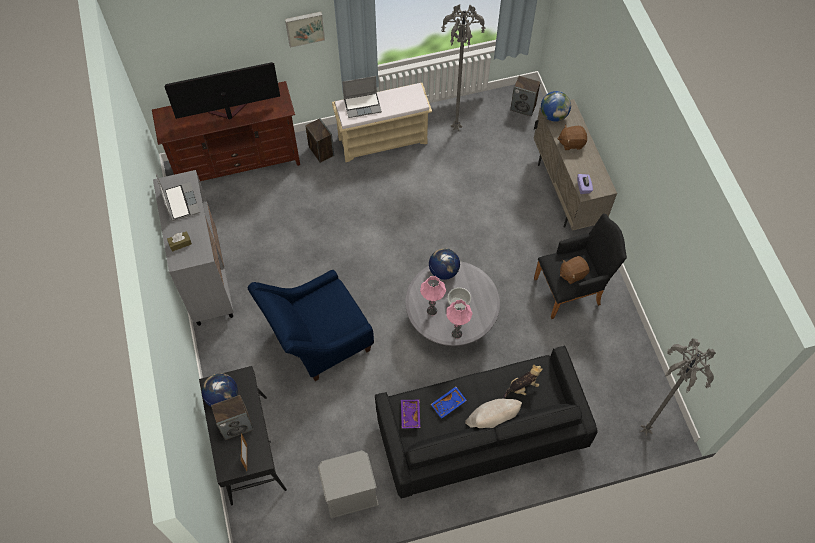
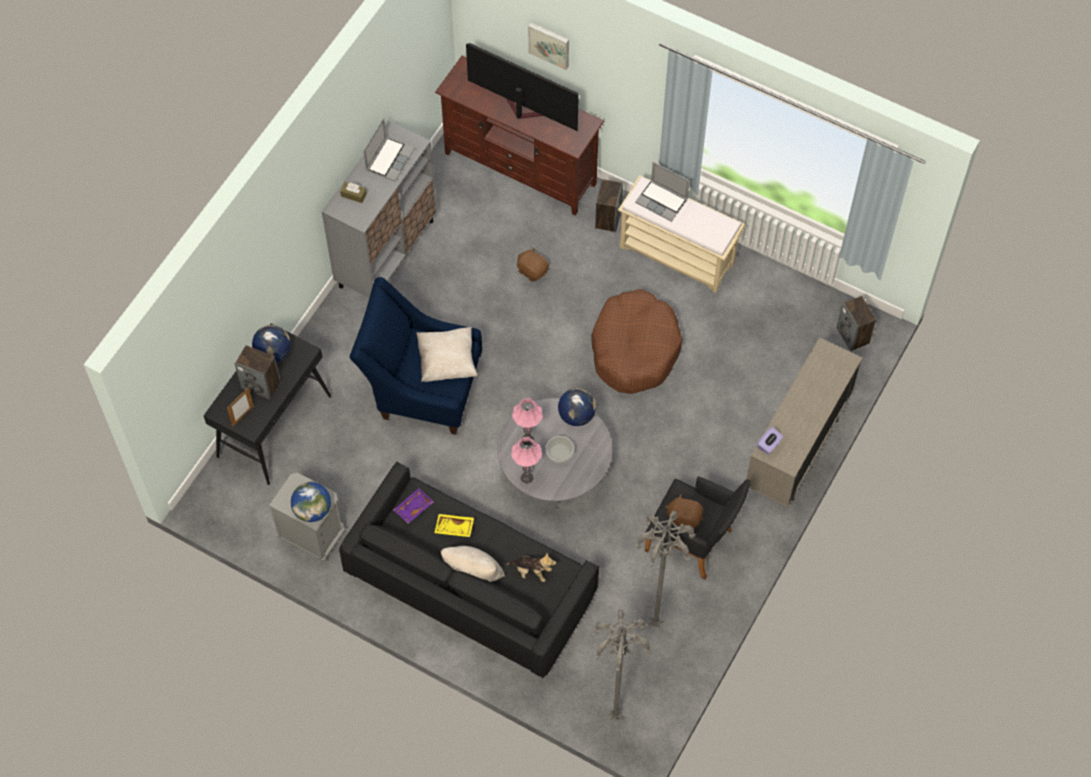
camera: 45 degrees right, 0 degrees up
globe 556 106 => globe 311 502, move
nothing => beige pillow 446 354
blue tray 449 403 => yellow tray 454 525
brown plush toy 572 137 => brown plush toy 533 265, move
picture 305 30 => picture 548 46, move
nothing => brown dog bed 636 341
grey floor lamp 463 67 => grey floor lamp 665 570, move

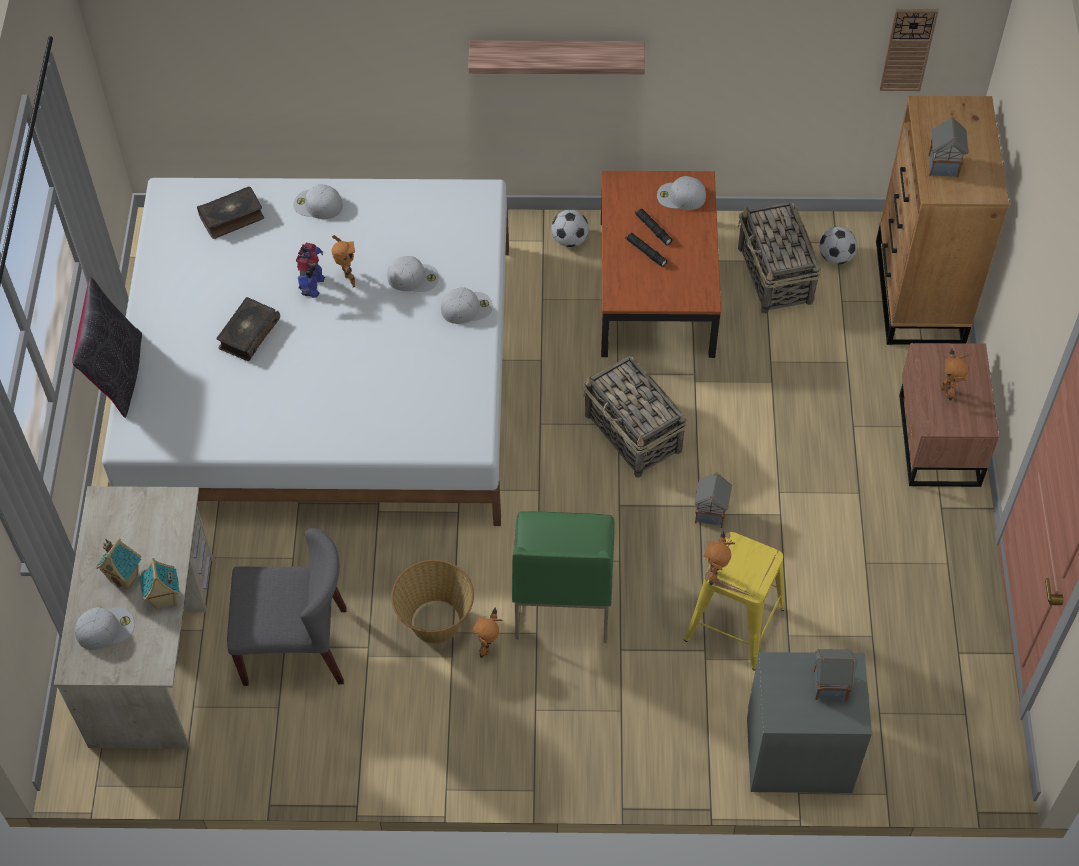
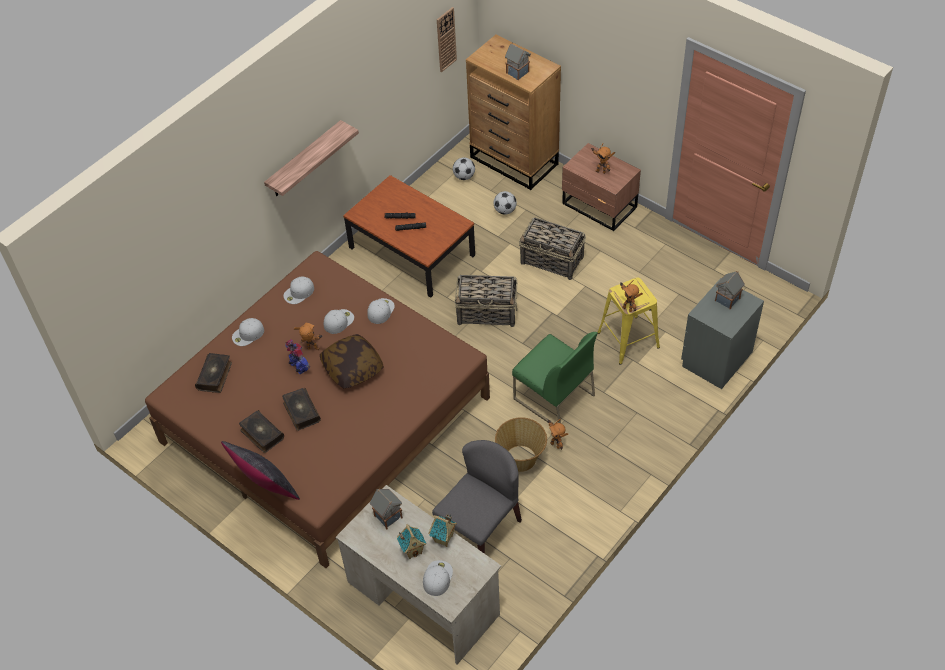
camera: 50 degrees left, 5 degrees down
white bed 305 352 => brown bed 317 409
nothing => book 261 431
white cap 681 193 => white cap 298 290, move
nothing => pillow 352 361
toy house 713 500 => toy house 386 509, move
football 570 228 => football 505 203, move
basket 779 258 => basket 552 249, move

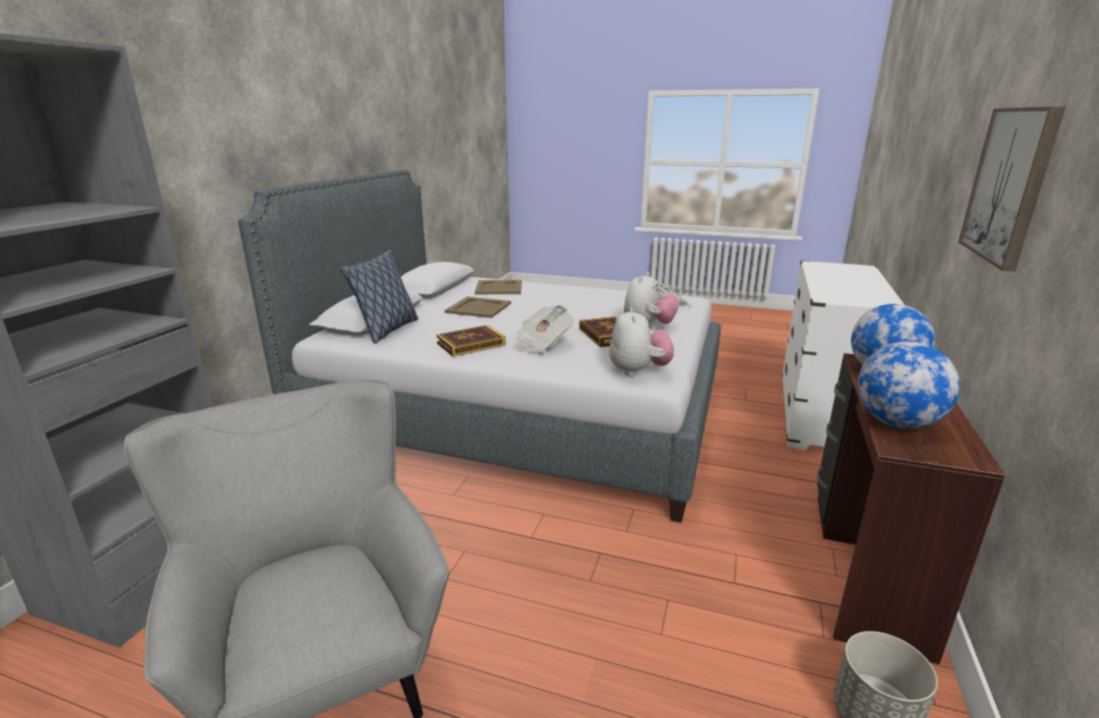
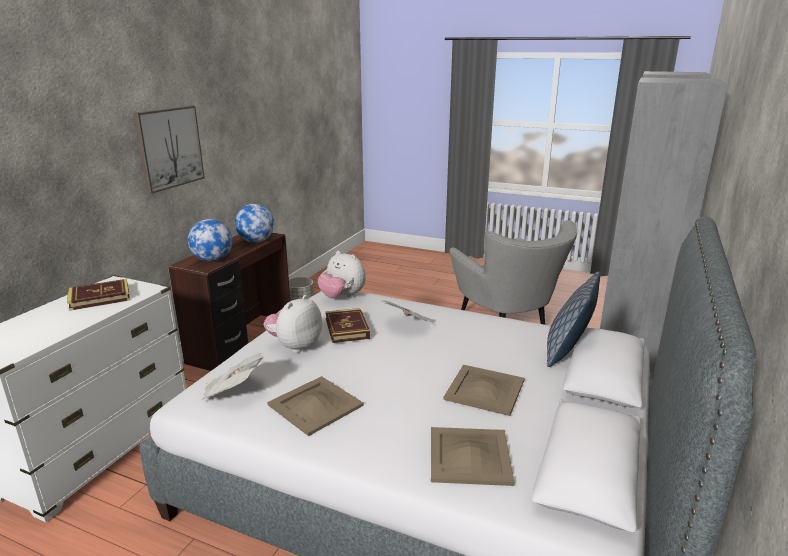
camera: 175 degrees left, 0 degrees up
book 471 340 => book 98 295, move
nothing => beige tray 315 406
plush toy 641 341 => plush toy 342 274, 60 degrees counterclockwise

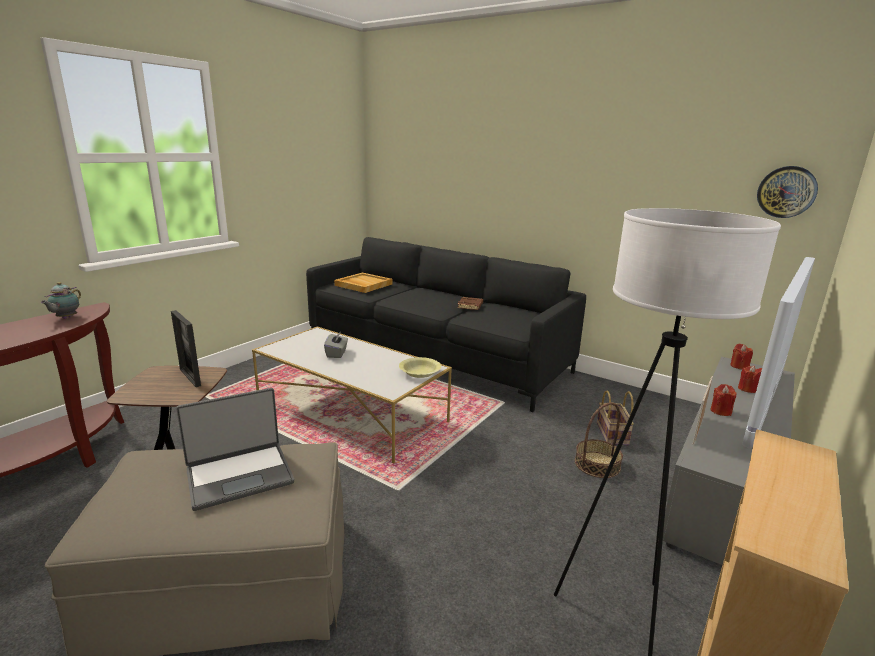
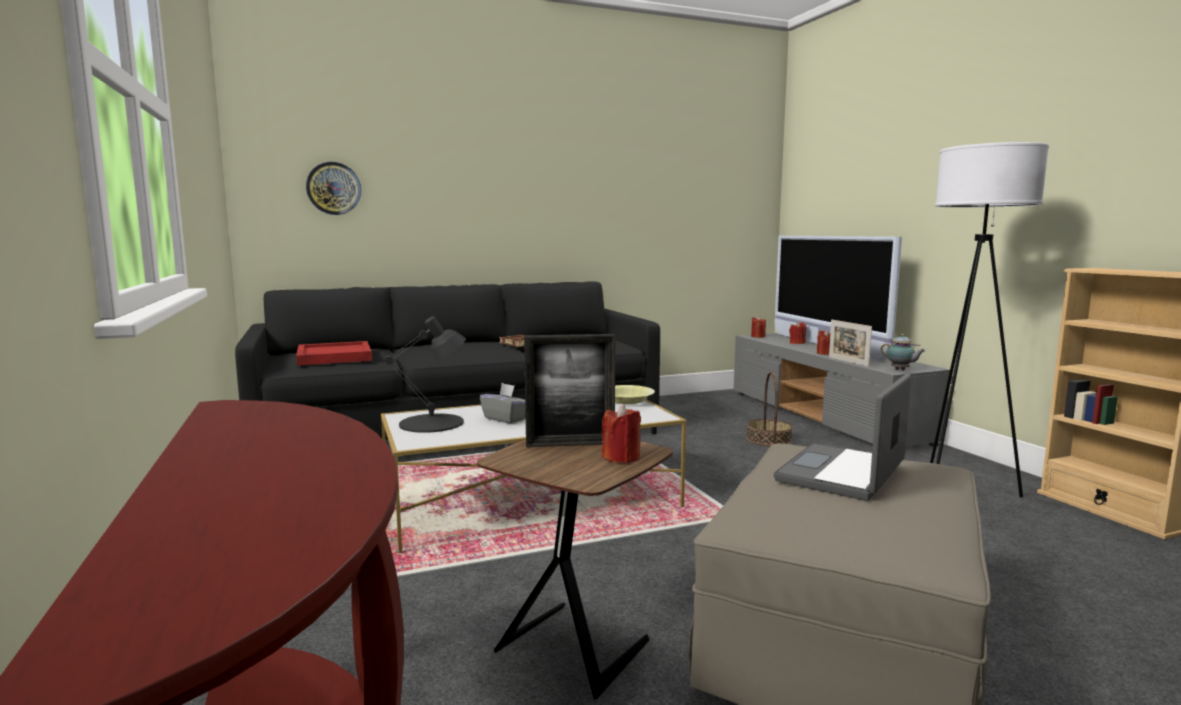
camera: 55 degrees left, 10 degrees down
beige tray 363 283 => red tray 334 353
wall clock 787 192 => wall clock 333 188, move
nothing => black table lamp 425 374
nothing => red candle 621 433
laptop 235 449 => laptop 842 437, 150 degrees counterclockwise
teapot 61 300 => teapot 903 352, move
basket 615 418 => nothing

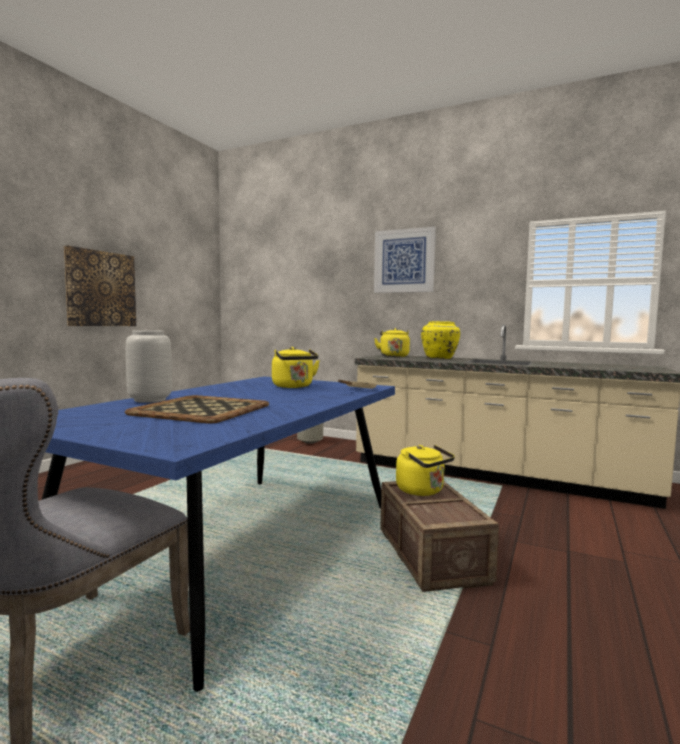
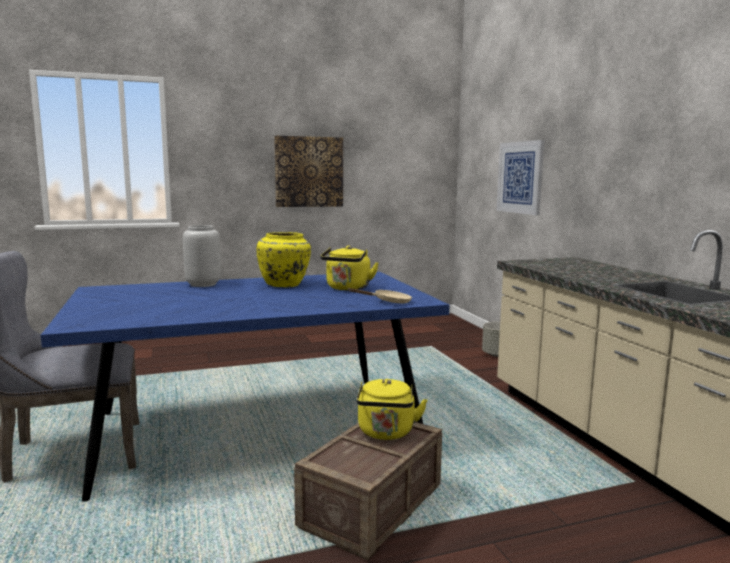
camera: 45 degrees right, 5 degrees up
yellow vase 440 340 => yellow vase 283 259, move
picture 405 260 => picture 520 177, move
tray 197 409 => nothing
yellow kettle 392 342 => nothing

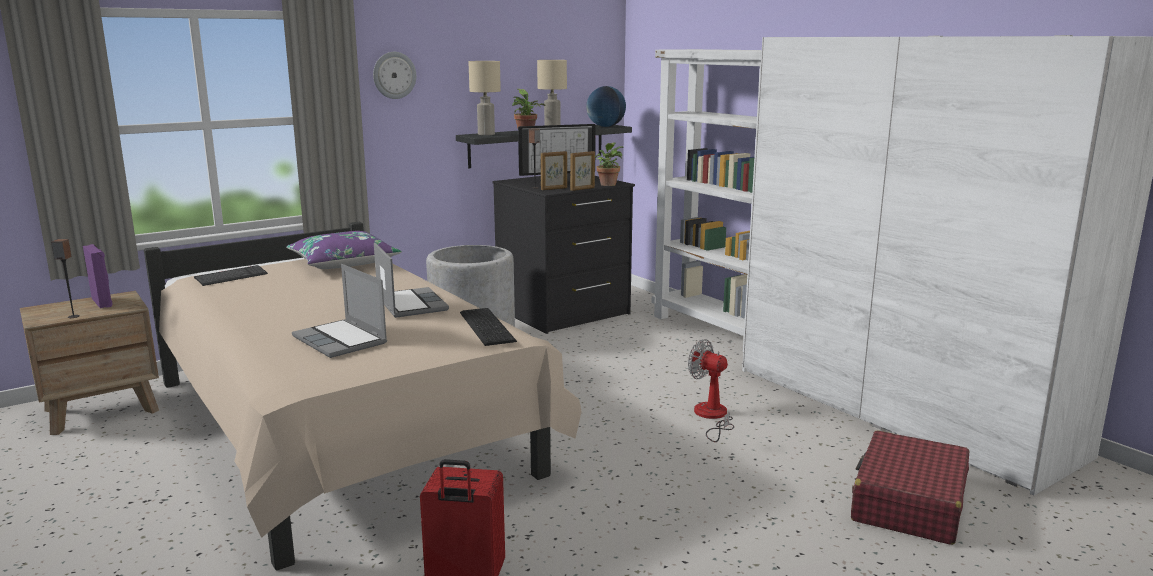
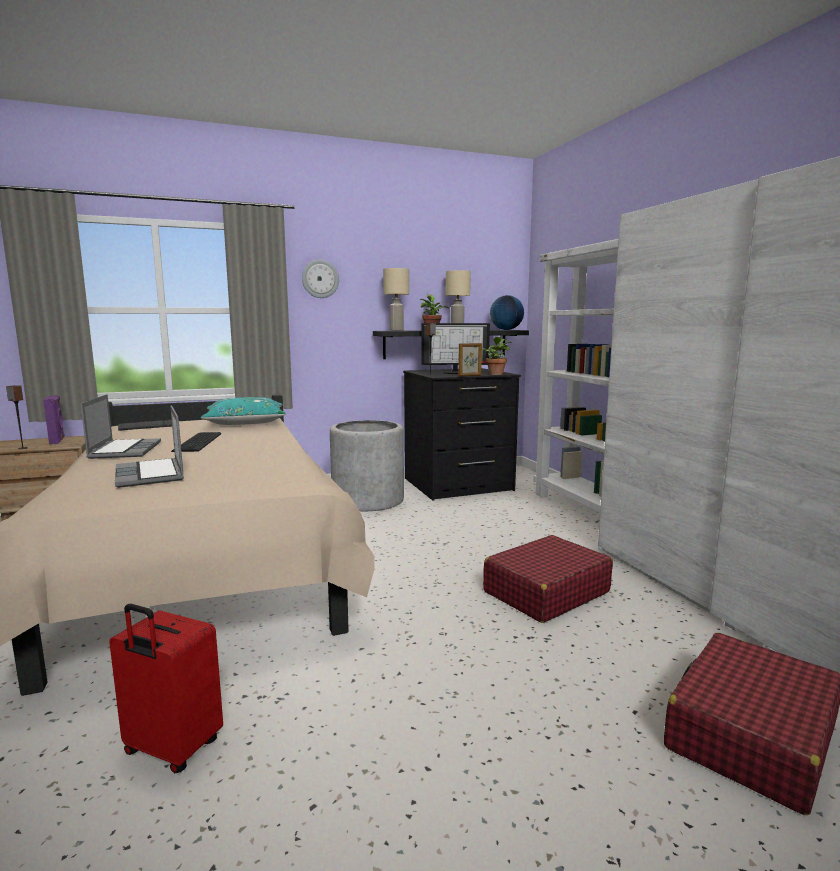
camera: 15 degrees right, 5 degrees down
laptop 411 280 => laptop 120 426, move
keyboard 488 327 => keyboard 196 442, move
purple pillow 344 250 => turquoise pillow 243 411
fan 711 390 => red suitcase 548 579
picture frame 554 170 => nothing

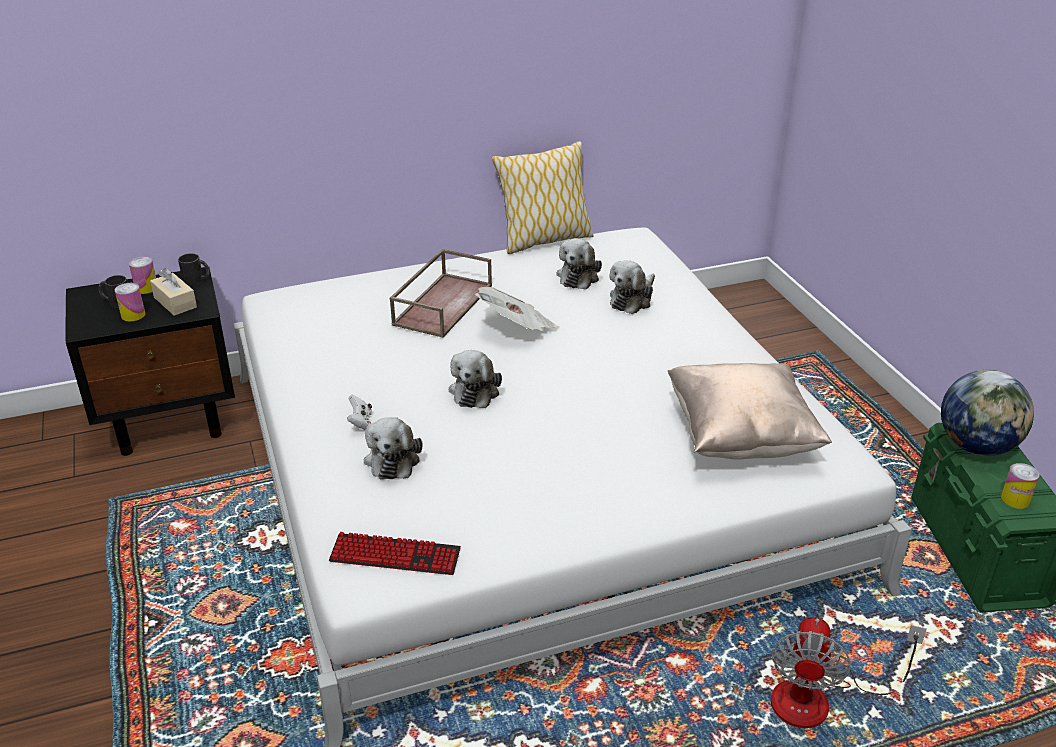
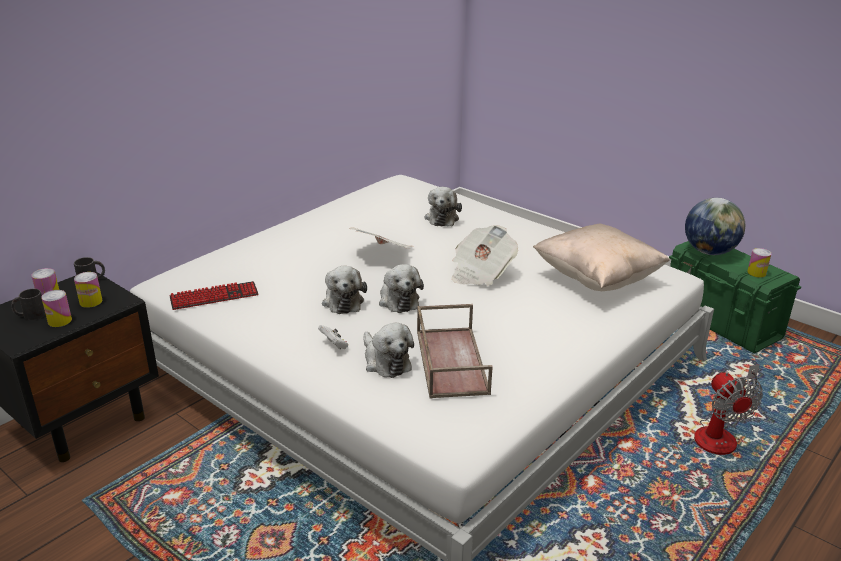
camera: 30 degrees left, 5 degrees down
beige tissue box 173 292 => can 88 290
keyboard 395 553 => keyboard 214 295, move
plush toy 579 264 => plush toy 344 290, move
brown tray 441 293 => brown tray 455 351, move
nothing => newspaper 484 255
pillow 543 197 => nothing

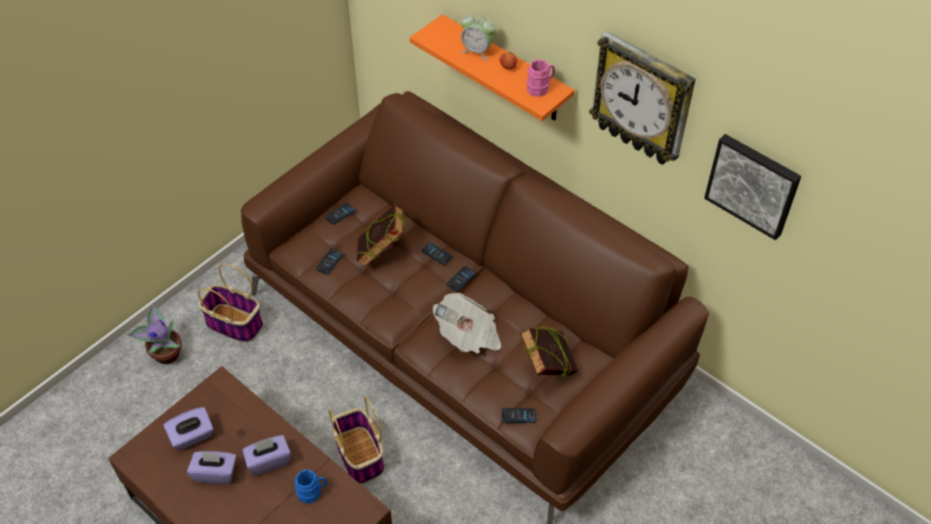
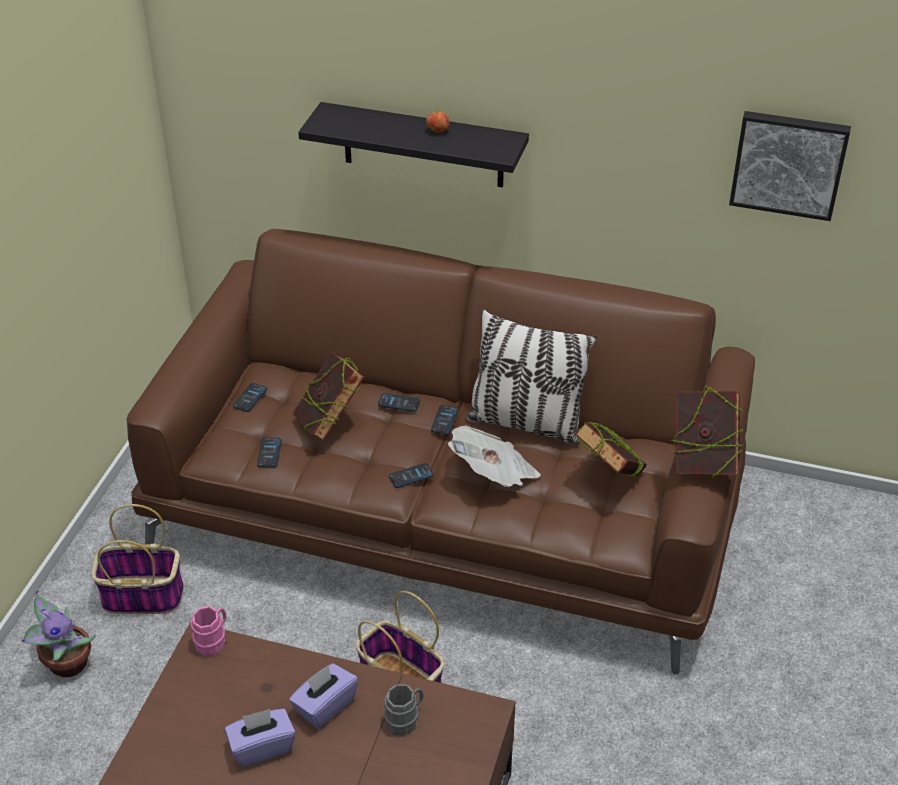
camera: 25 degrees left, 10 degrees down
pink mug 540 78 => pink mug 208 631, move
orange shelf 492 67 => black shelf 413 145
blue mug 311 487 => grey mug 404 709
phone 519 415 => phone 411 475, move
nothing => pillow 531 377
nothing => book 708 431
purple tissue box 188 429 => nothing
alarm clock 478 37 => nothing
wall clock 642 98 => nothing

